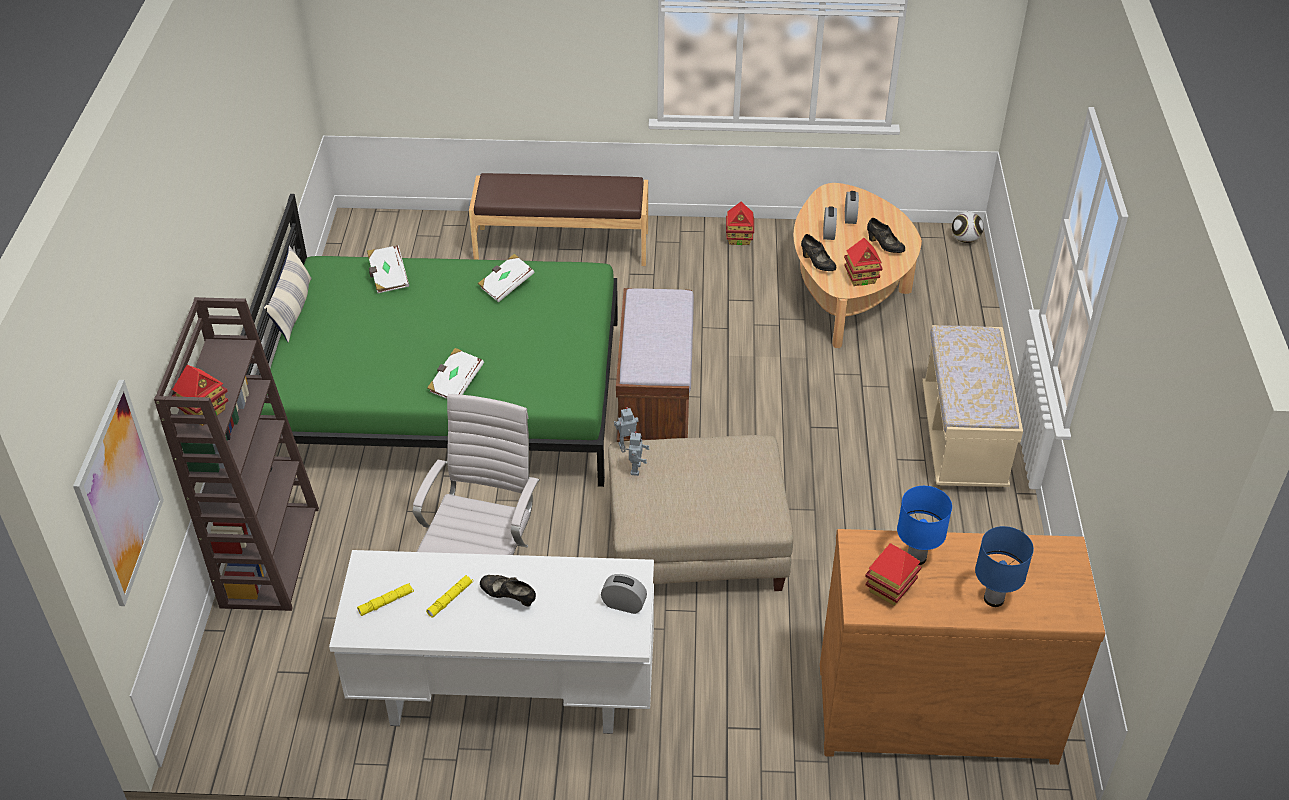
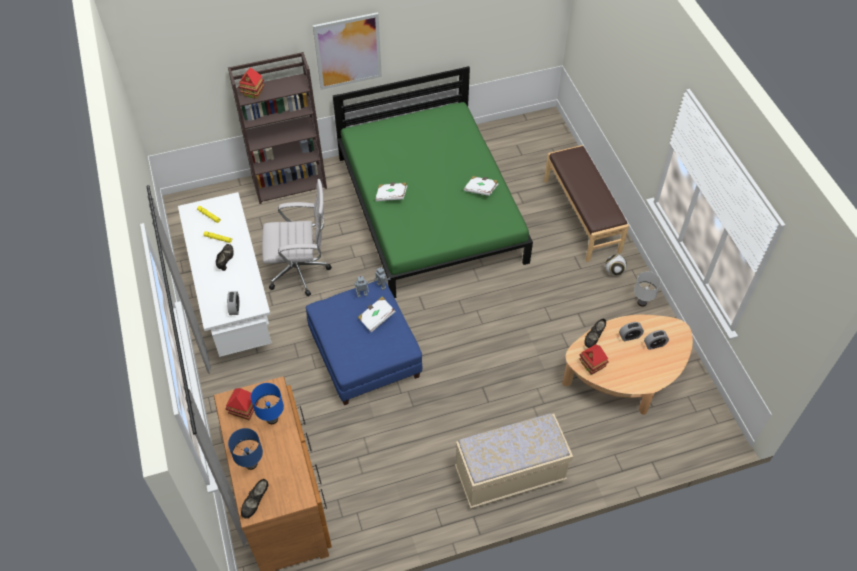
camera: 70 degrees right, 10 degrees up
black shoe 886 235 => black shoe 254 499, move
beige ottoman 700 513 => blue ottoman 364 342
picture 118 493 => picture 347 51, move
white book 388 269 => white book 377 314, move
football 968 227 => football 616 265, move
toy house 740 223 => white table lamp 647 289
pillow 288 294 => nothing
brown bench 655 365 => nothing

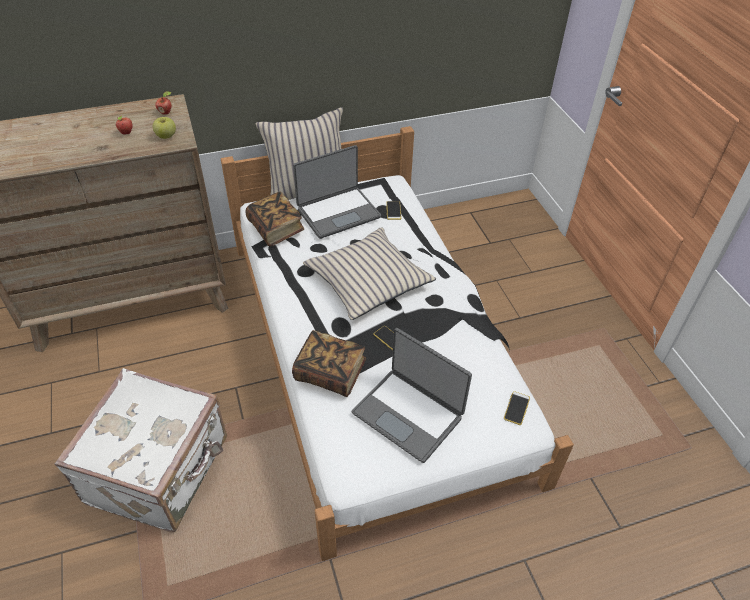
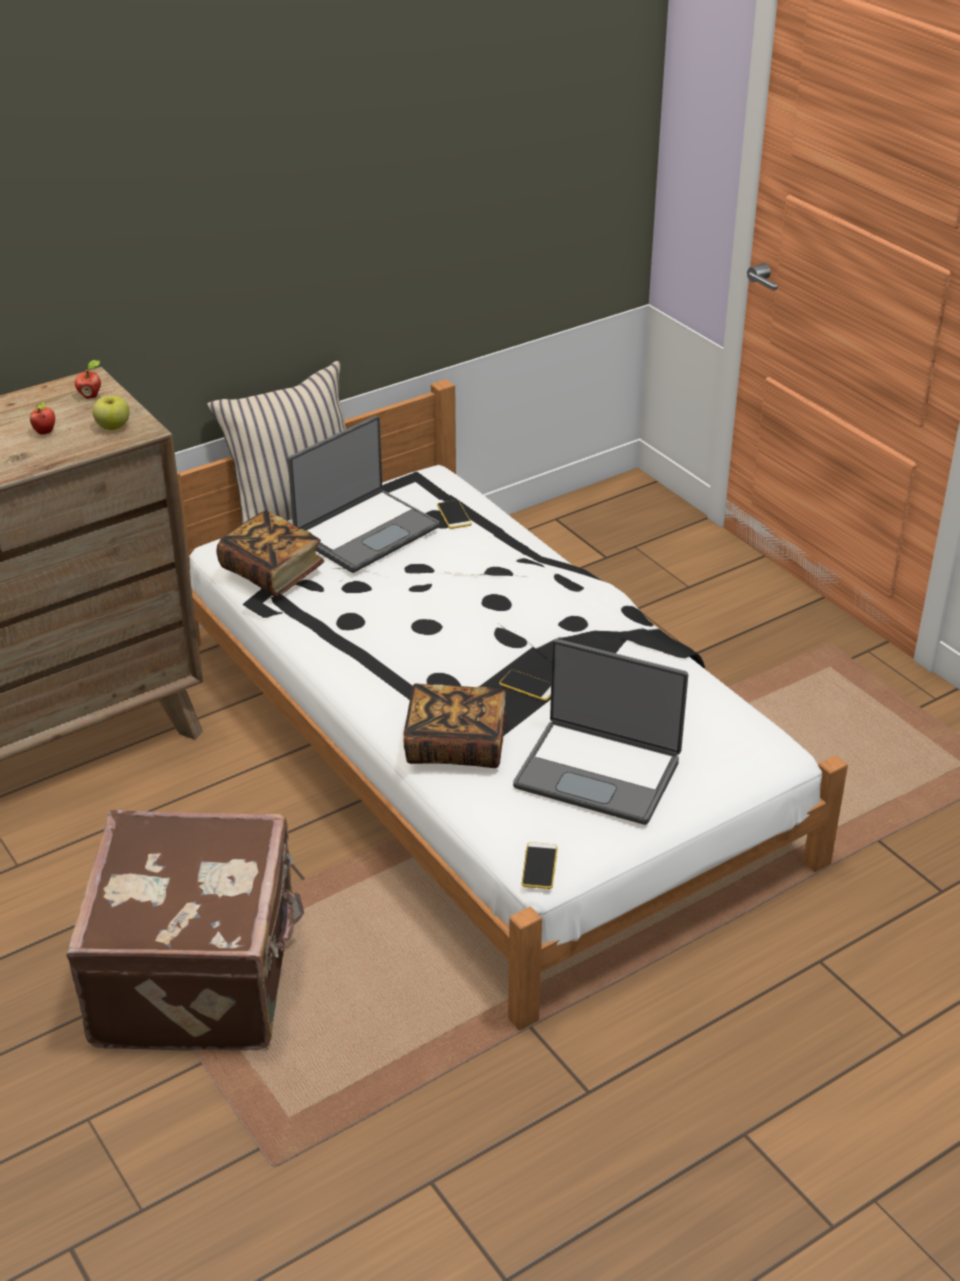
camera: 15 degrees left, 10 degrees down
white suitcase 141 450 => brown suitcase 185 930
phone 517 408 => phone 539 865, move
beige pillow 369 273 => nothing

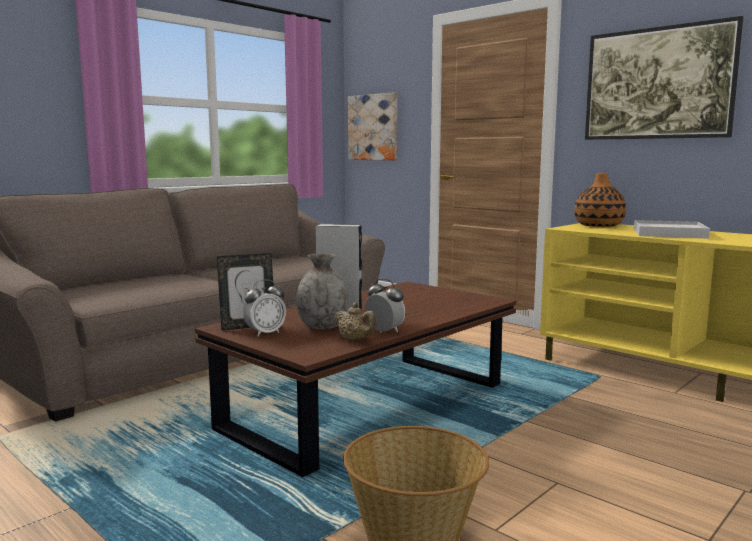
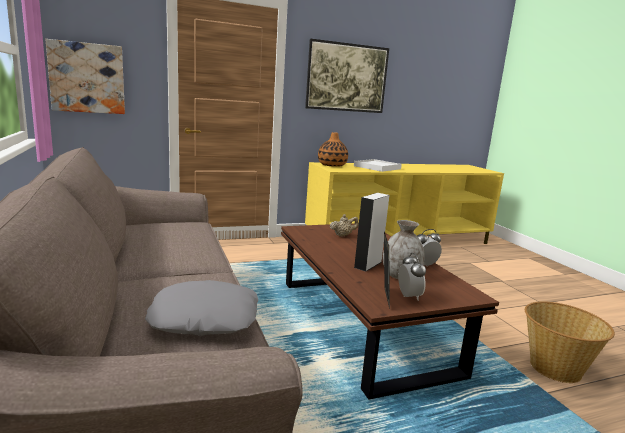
camera: 65 degrees left, 5 degrees up
nothing => grey pillow 201 308
beige teapot 355 322 => beige teapot 344 225, move

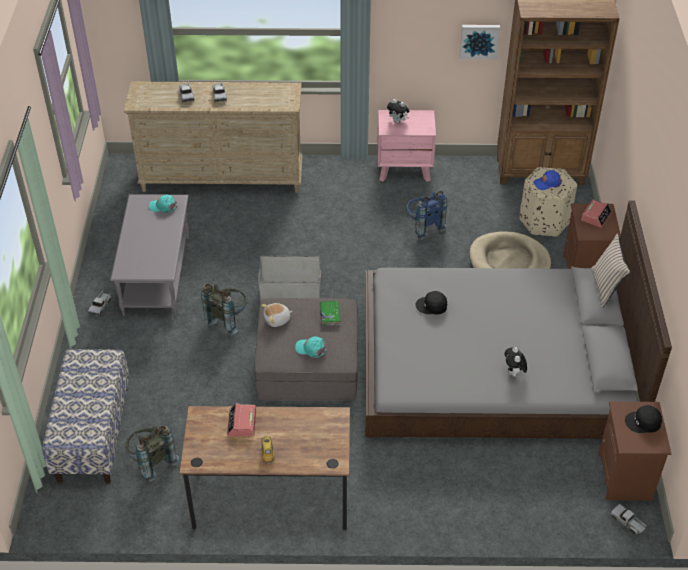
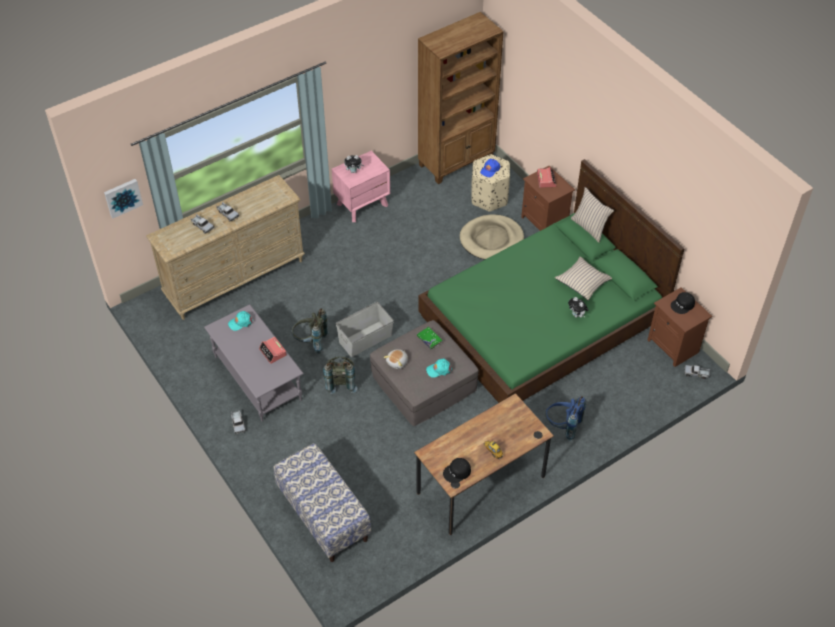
camera: 35 degrees left, 5 degrees up
picture 479 42 => picture 123 199, move
alarm clock 241 419 => alarm clock 273 350, move
grey backpack 152 454 => grey backpack 310 331, move
grey bed 518 319 => green bed 551 281
black cap 431 302 => black cap 457 470, move
blue backpack 426 215 => blue backpack 565 418, move
nothing => beige pillow 583 278

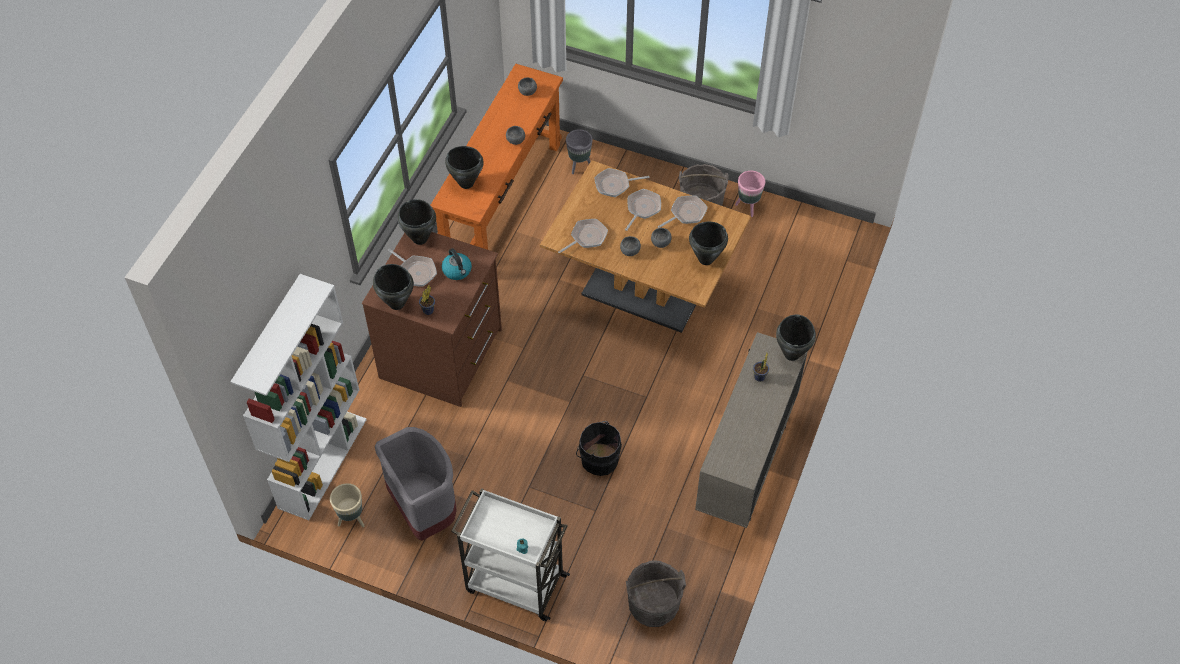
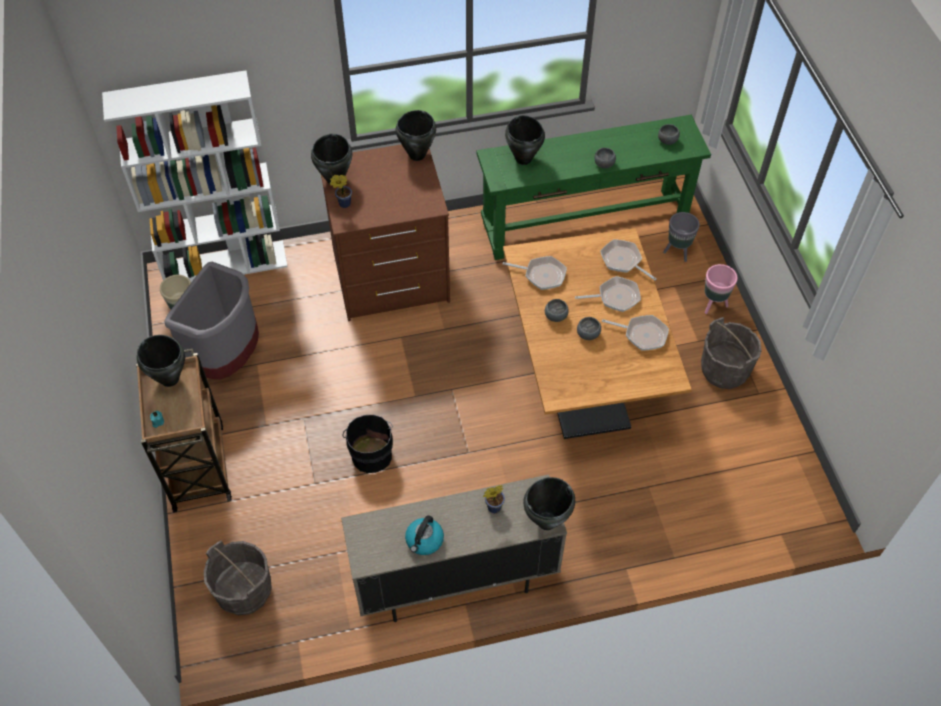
camera: 55 degrees right, 0 degrees up
white cart 510 554 => brown cart 184 431
black cooking pot 708 243 => black cooking pot 161 361, move
kettle 457 264 => kettle 424 535, move
orange console table 497 157 => green console table 594 187
pink planter 750 194 => pink planter 721 289, move
frying pan 412 268 => nothing

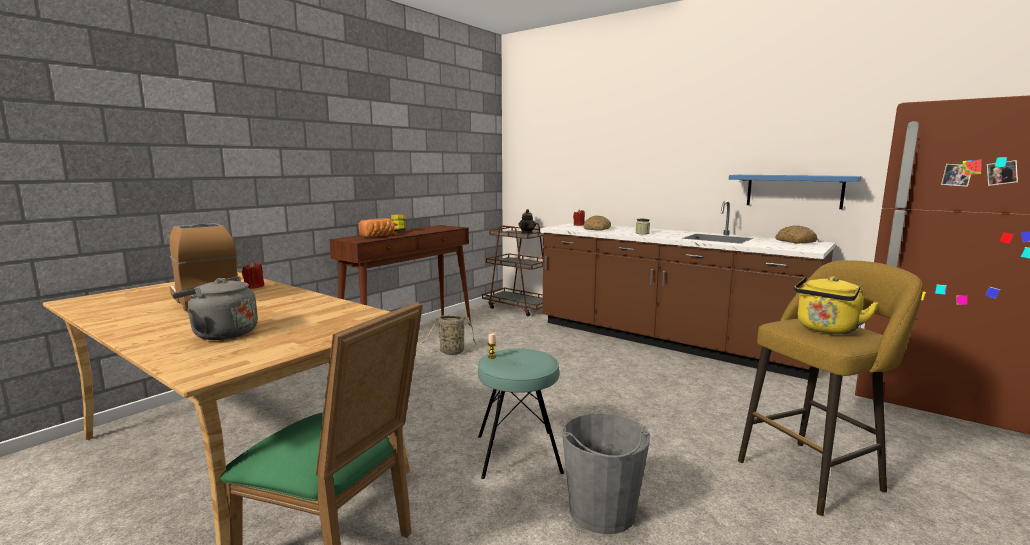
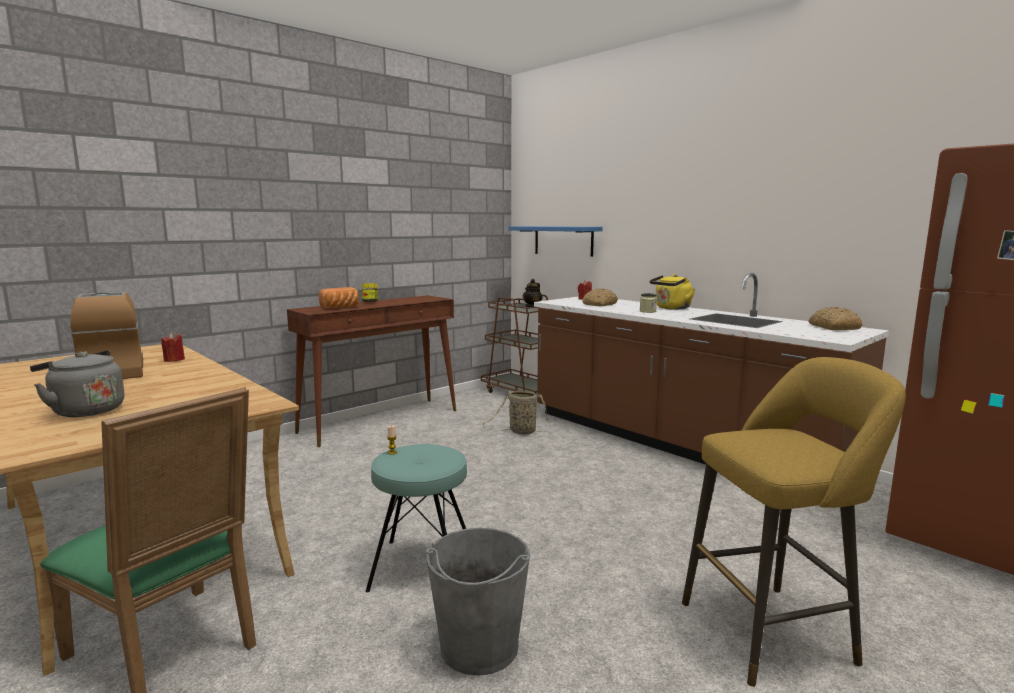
camera: 10 degrees right, 0 degrees up
basket 447 335 => basket 516 413, move
blue shelf 795 192 => blue shelf 556 241, move
yellow kettle 836 305 => yellow kettle 672 292, move

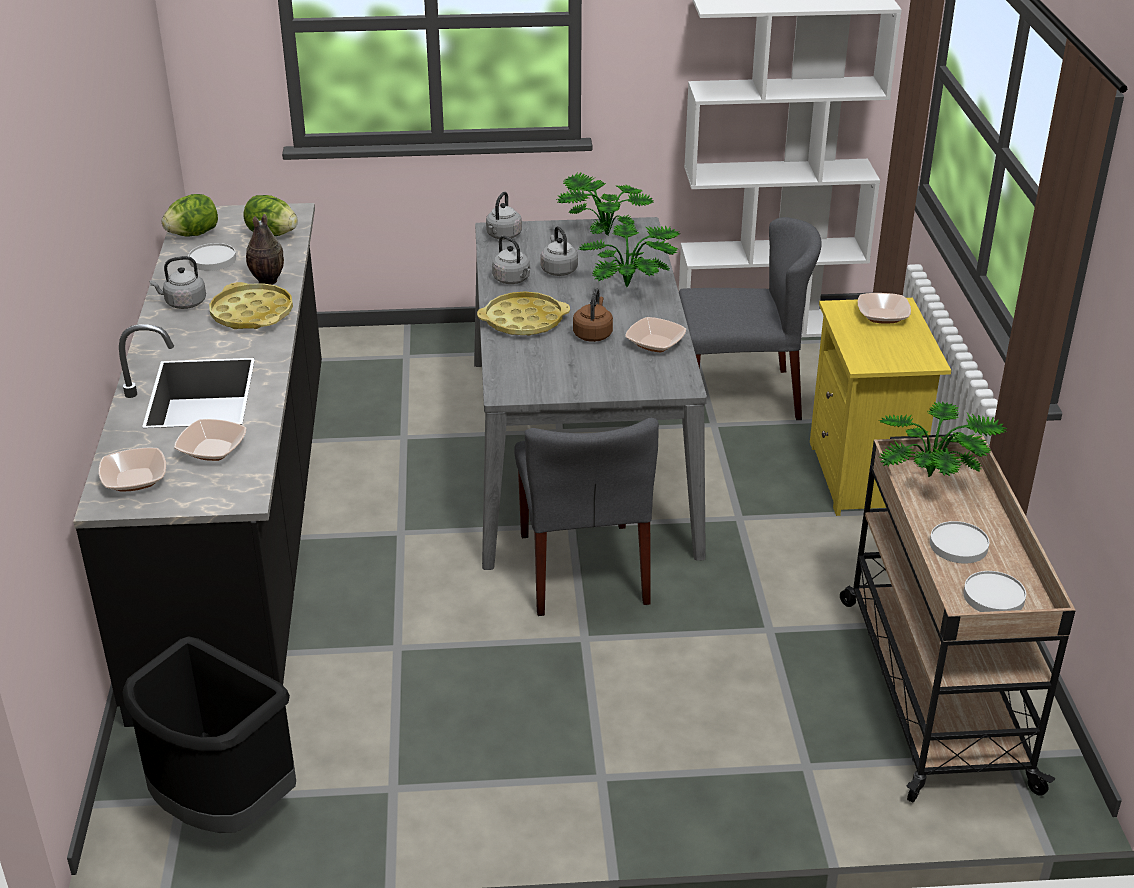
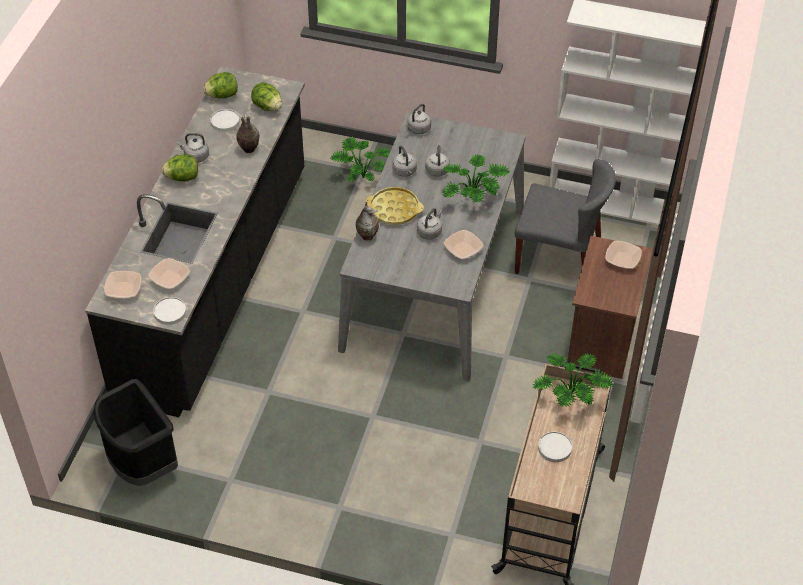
camera: 20 degrees right, 15 degrees up
white plate 994 591 => white plate 169 311, move
nothing => lettuce 179 168
potted plant 605 203 => potted plant 360 159, move
nothing => vase 367 221
brown kettle 593 315 => grey kettle 429 224
yellow nightstand 880 407 => brown nightstand 610 307
yellow tray 251 305 => nothing
grey chair 586 516 => nothing

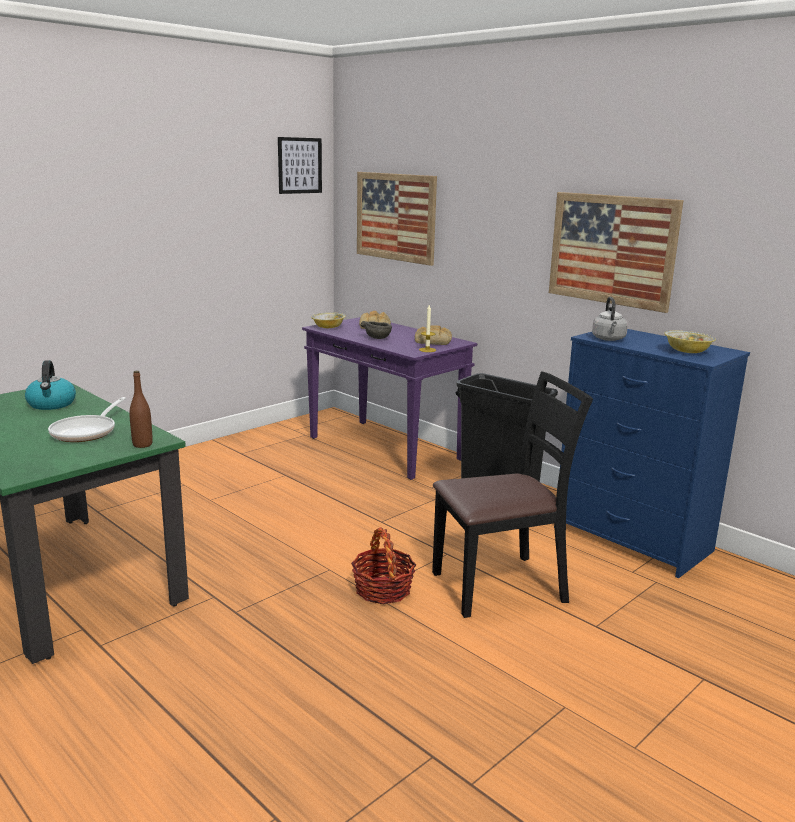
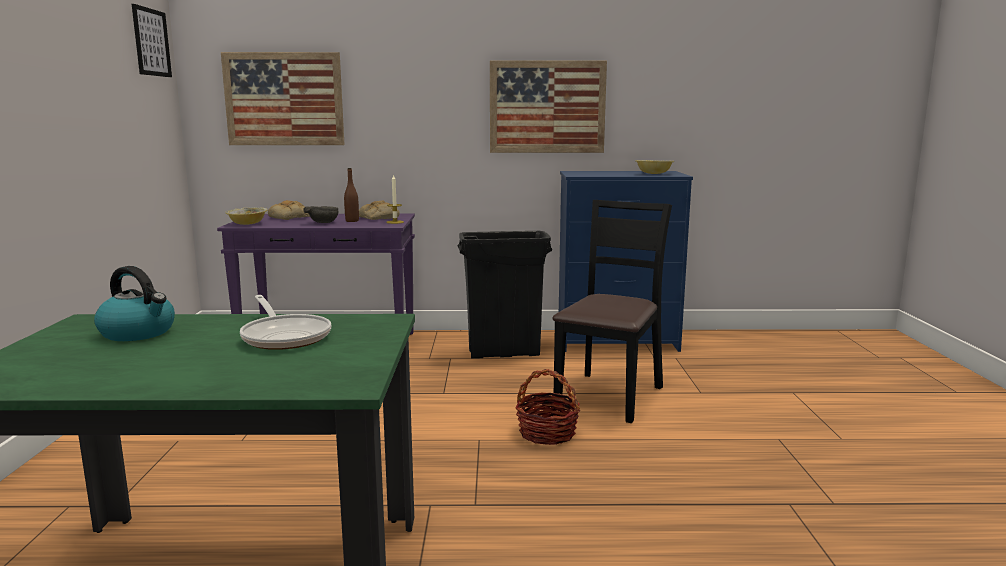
camera: 45 degrees left, 5 degrees down
brown bottle 141 409 => brown bottle 351 195, move
grey kettle 610 319 => nothing

